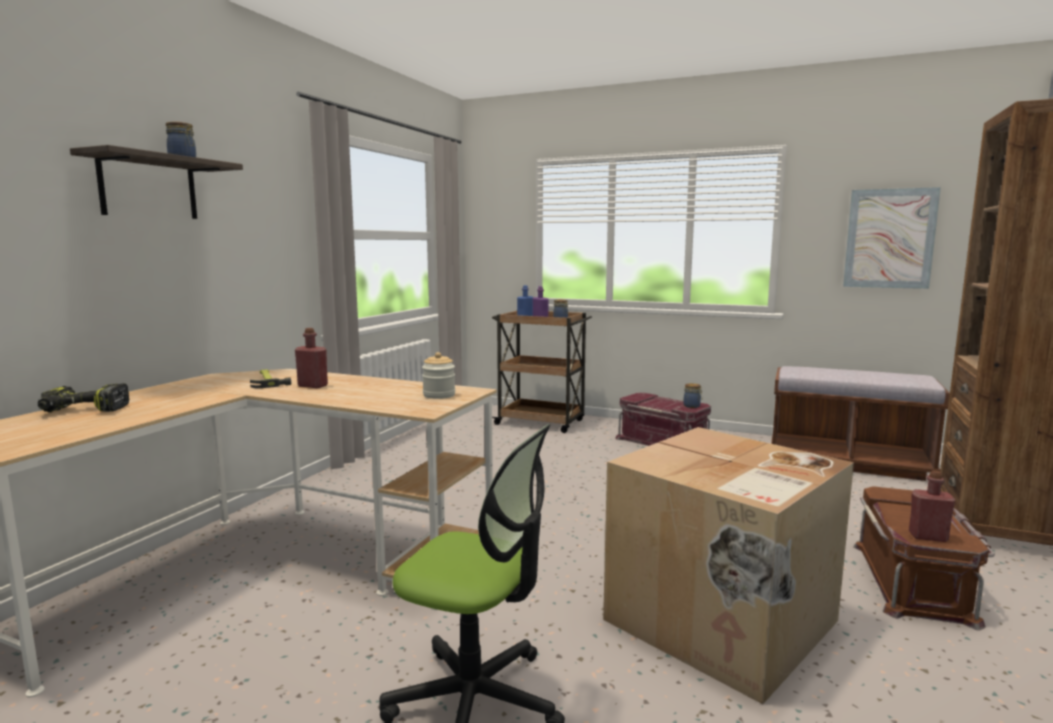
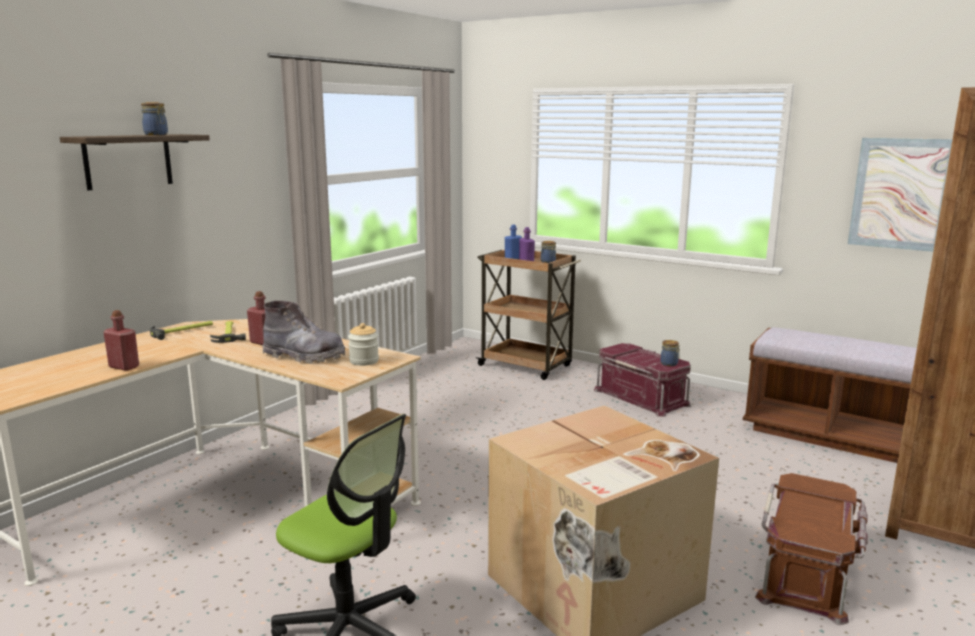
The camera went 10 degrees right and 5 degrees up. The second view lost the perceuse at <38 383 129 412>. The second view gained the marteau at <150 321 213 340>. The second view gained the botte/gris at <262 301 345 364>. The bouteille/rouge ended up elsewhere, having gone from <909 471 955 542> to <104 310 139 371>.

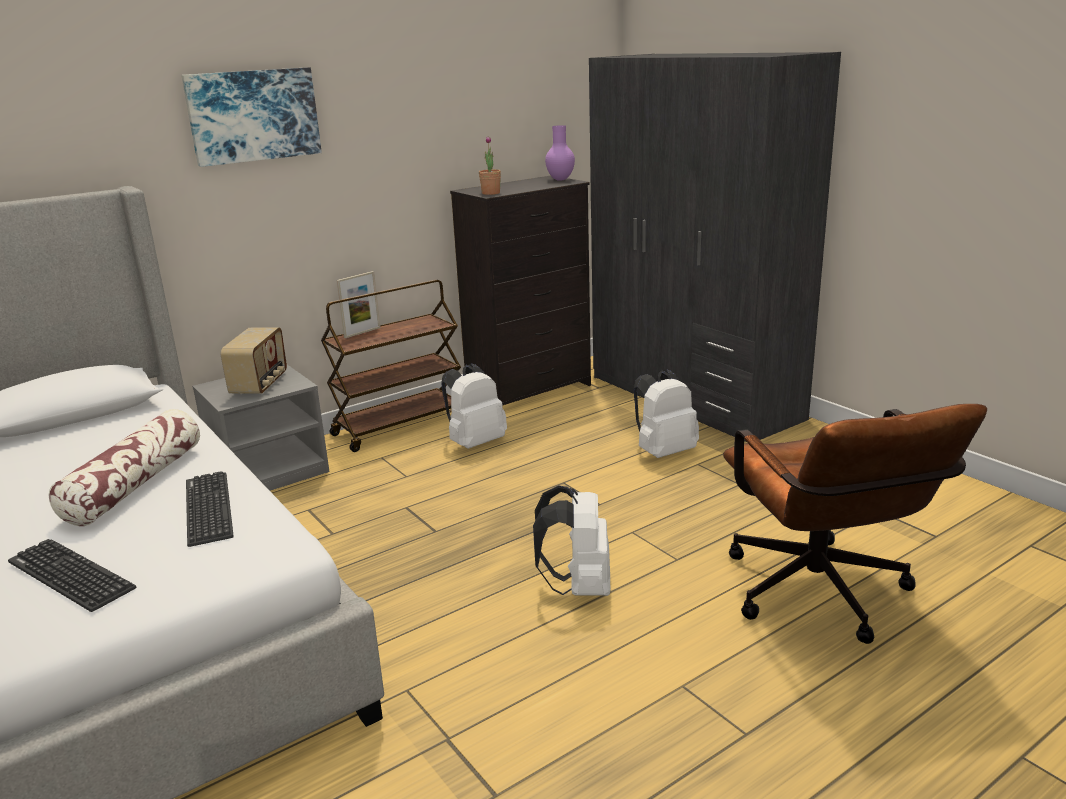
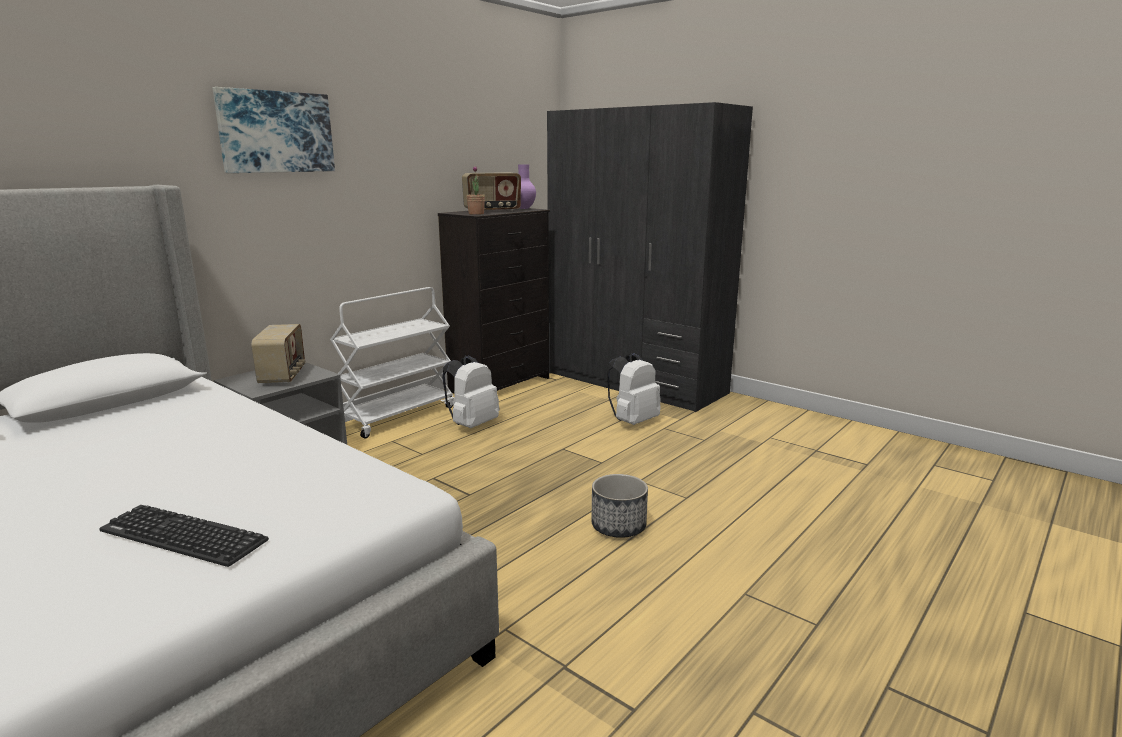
The camera went 15 degrees left and 5 degrees down. The second view lost the coussin at <48 409 200 526>. The second view lost the clavier at <186 471 234 547>. The second view lost the cadre photo at <337 271 380 338>. The second view lost the chaise de bureau/marron at <723 404 987 644>. The second view gained the radio at <462 173 521 212>. Where the sac à dos/blanc stood at <533 486 610 596>, the cache-pot came to stand at <591 474 648 538>. What was the chariot/marron at <321 280 461 452> turned into the chariot/blanc at <330 287 454 439>.

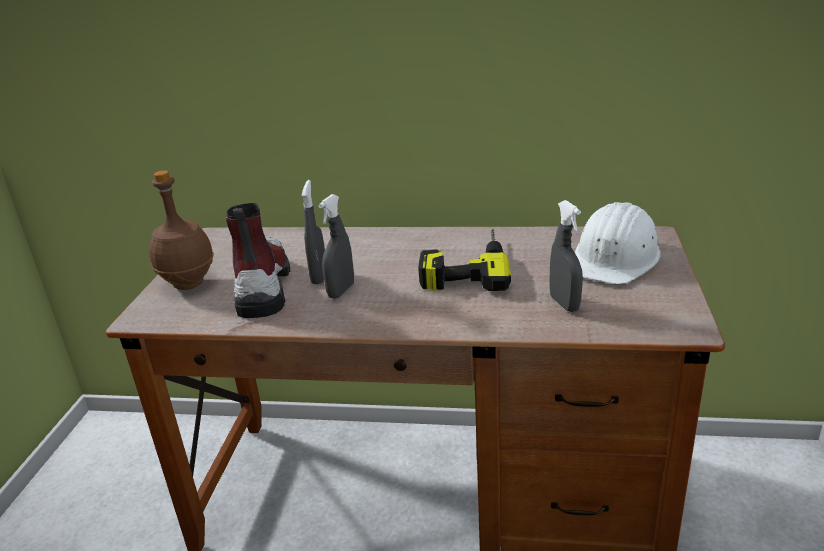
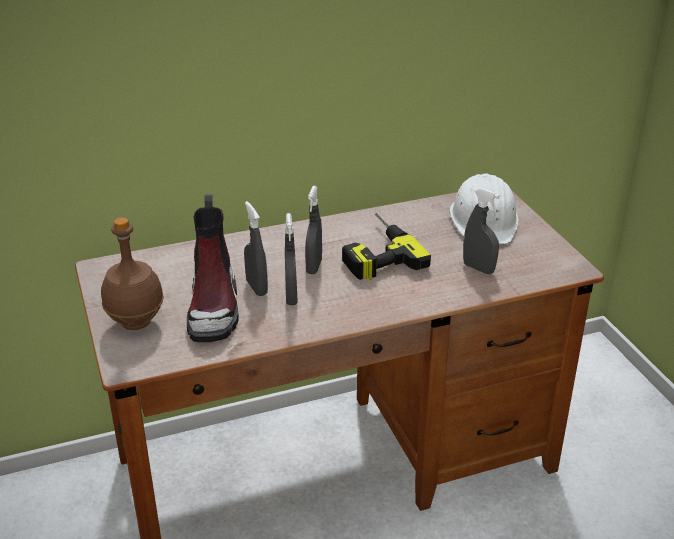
The camera went 30 degrees left and 5 degrees up. The second view gained the vaporisateur/gris at <305 186 322 274>. The botte at <226 203 290 318> ended up facing another way, 150 degrees counterclockwise from before.

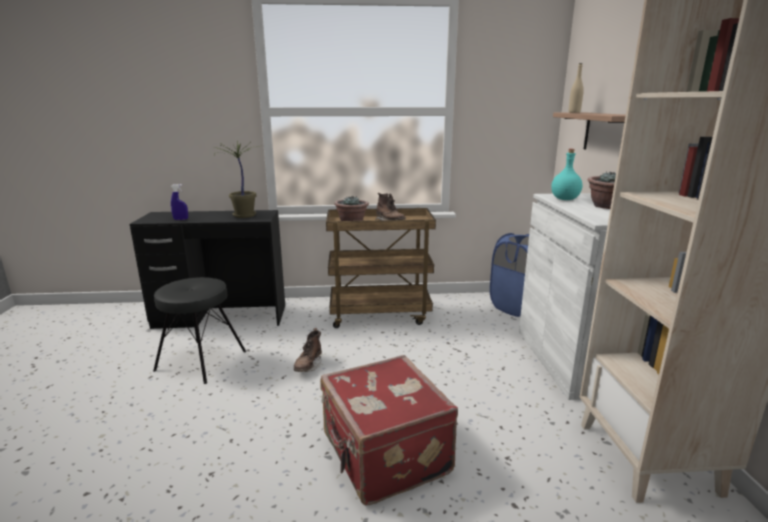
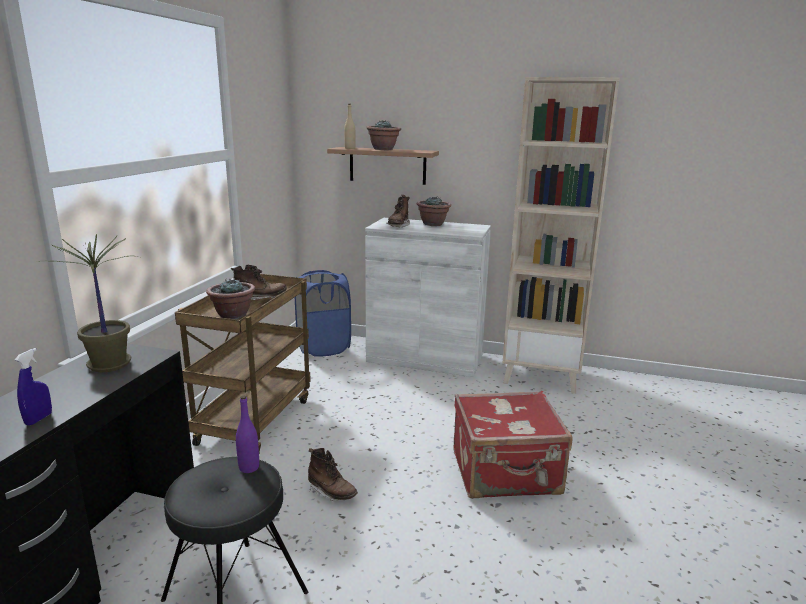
The camera went 70 degrees left and 0 degrees up. The second view gained the bouteille/violet at <236 395 259 473>. The second view gained the plante en pot at <366 120 401 150>. Where the bouteille/turquoise stood at <551 149 582 200>, the botte/marron came to stand at <386 195 410 227>.

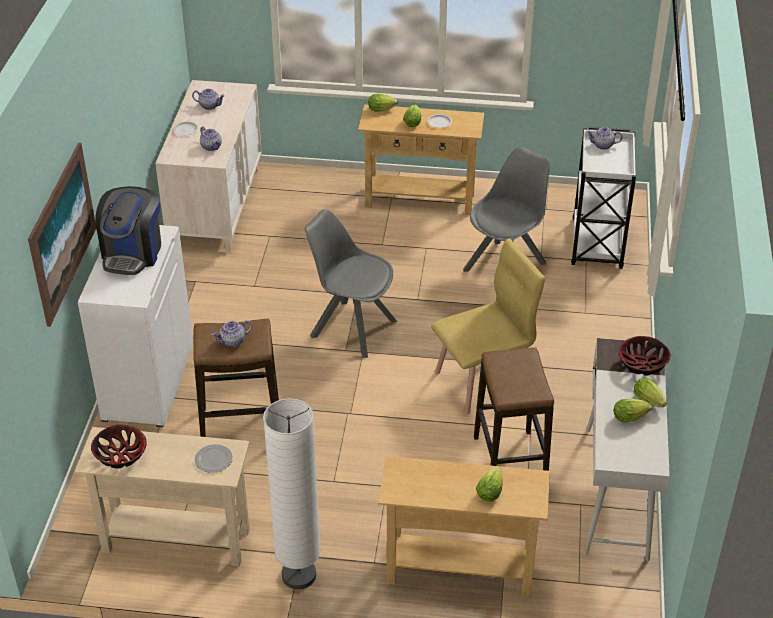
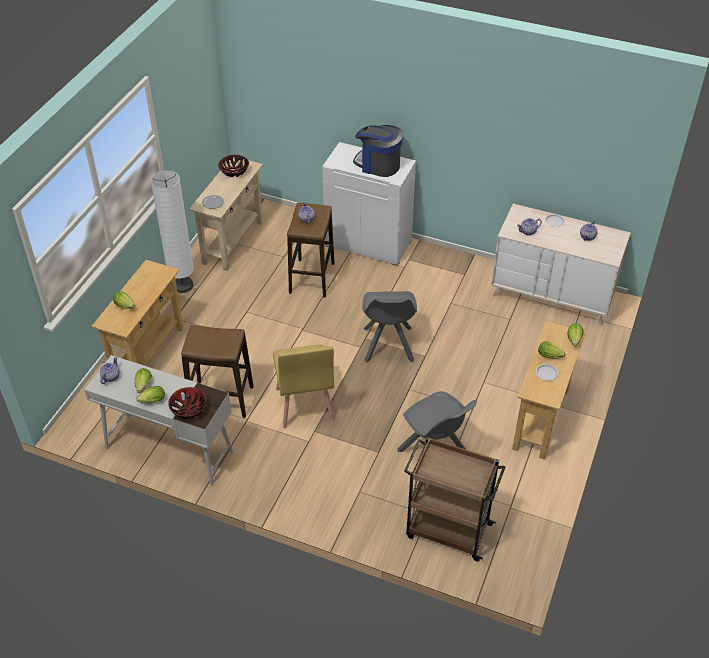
The camera went 105 degrees right and 5 degrees up. The second view lost the tableau at <28 143 96 327>. The théière ended up elsewhere, having gone from <587 127 622 150> to <100 357 120 384>. What was the chariot/blanc at <571 126 636 269> turned into the chariot/marron at <404 437 505 562>. The chaise/gris at <305 209 397 358> ended up facing another way, 135 degrees clockwise from before.

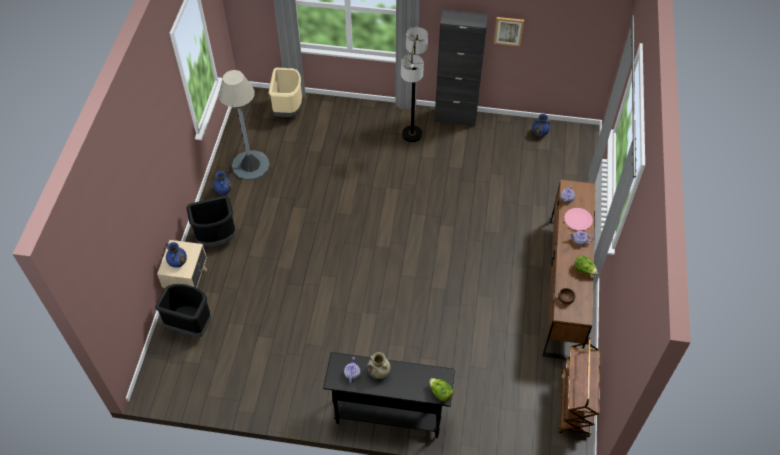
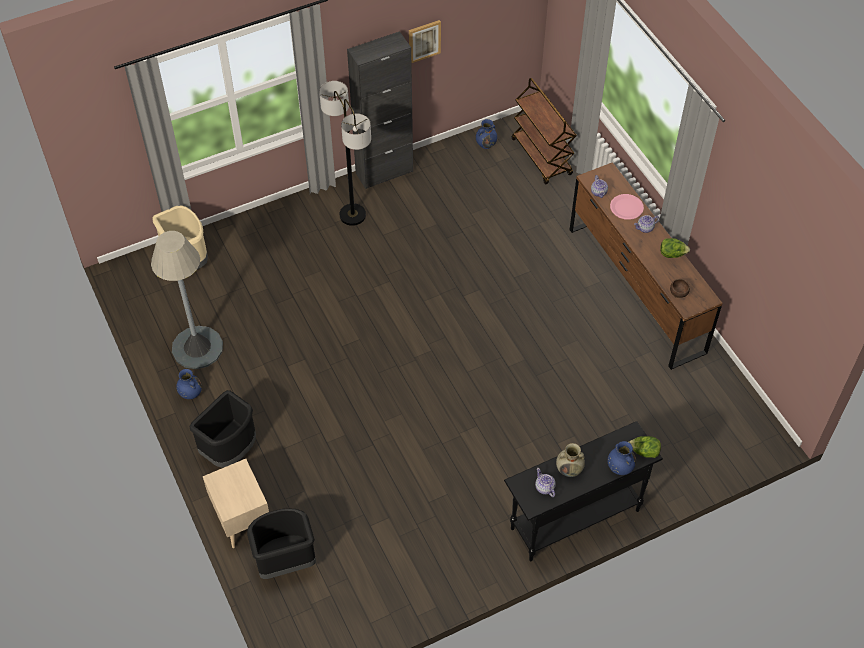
The camera went 35 degrees left and 0 degrees up. The vase/bleu ended up elsewhere, having gone from <166 242 187 268> to <608 441 636 475>. The chariot/marron ended up elsewhere, having gone from <559 338 600 437> to <511 78 576 184>.

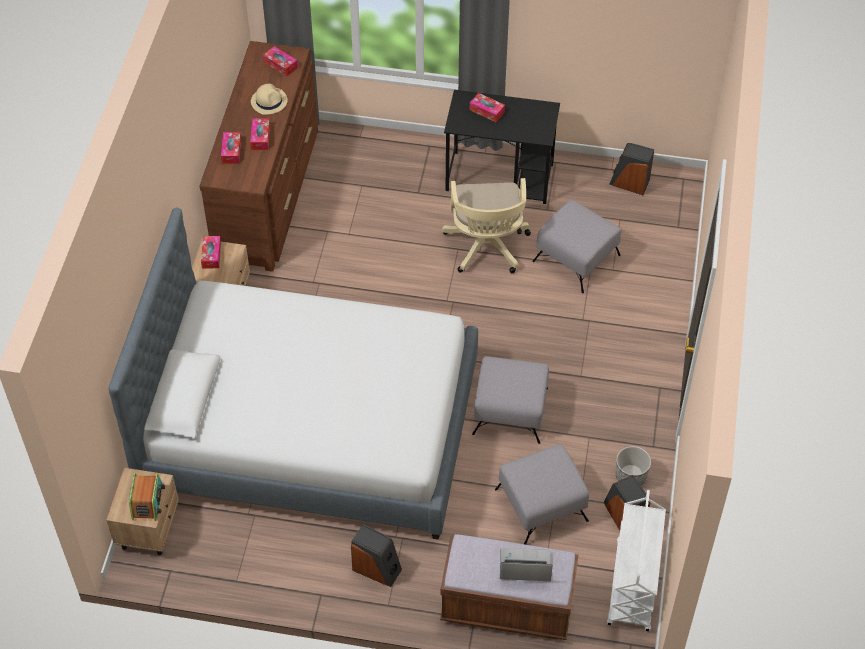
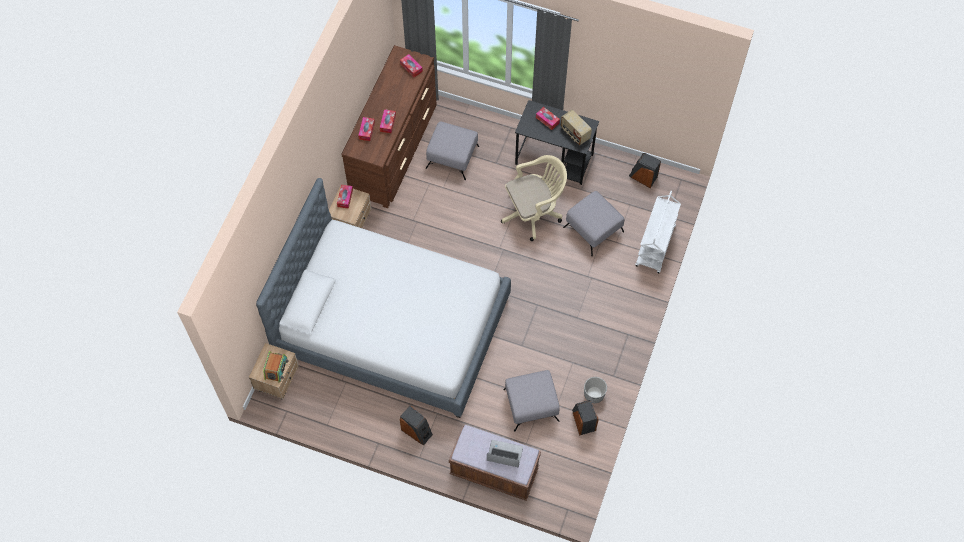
The camera went 10 degrees right and 10 degrees up. The second view lost the chapeau/beige at <251 84 288 115>. The second view gained the radio at <561 110 592 145>. The pouf/gris ended up elsewhere, having gone from <472 356 549 444> to <426 121 479 180>. The chariot/blanc ended up elsewhere, having gone from <607 490 666 631> to <635 191 681 274>. The chaise de bureau/beige at <442 178 531 273> ended up facing another way, 120 degrees counterclockwise from before.

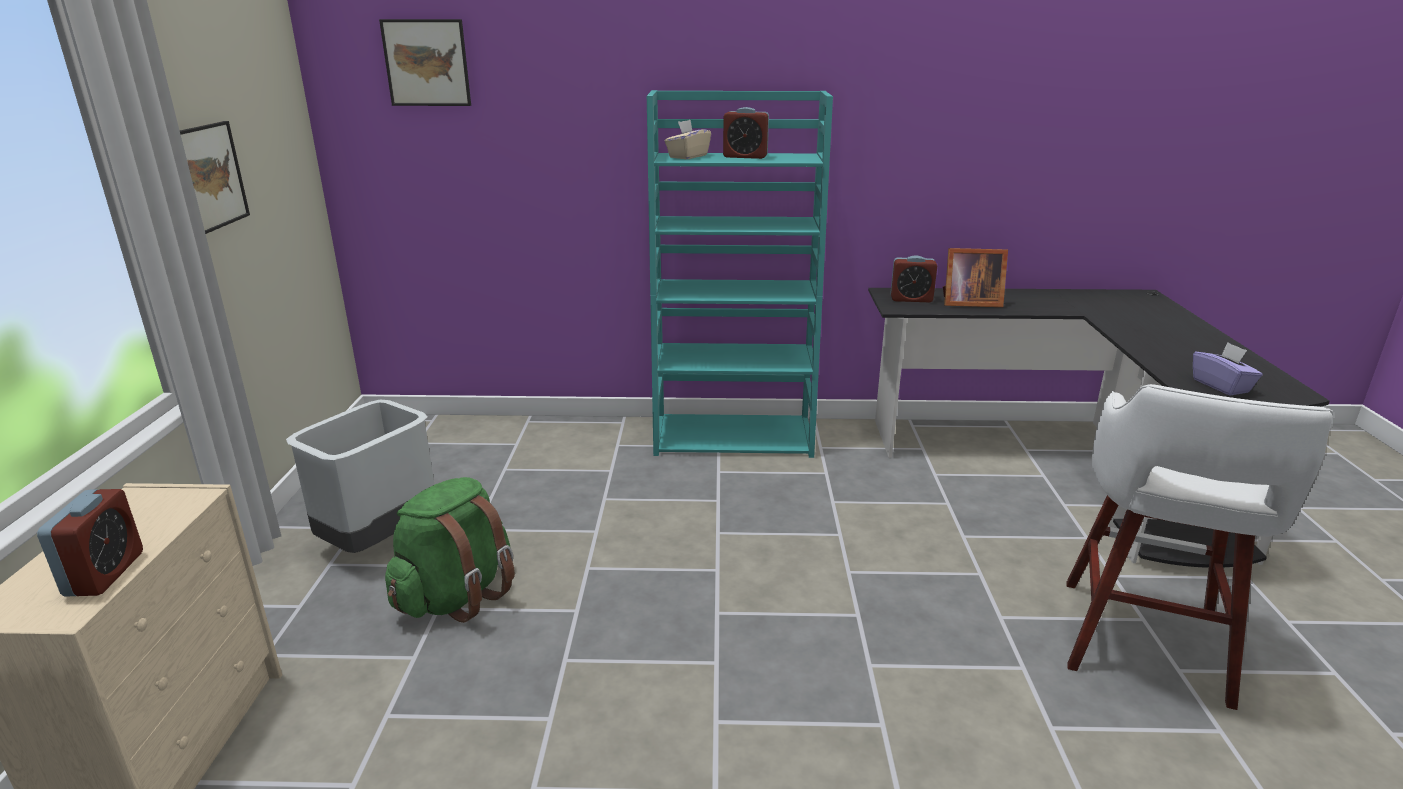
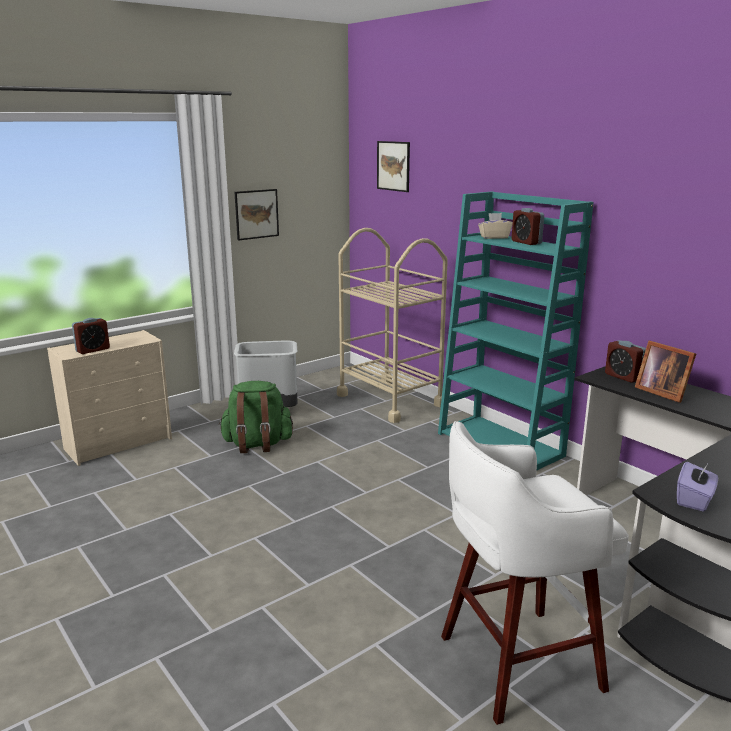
The camera went 50 degrees right and 5 degrees down. The second view gained the chariot/beige at <337 228 448 423>.

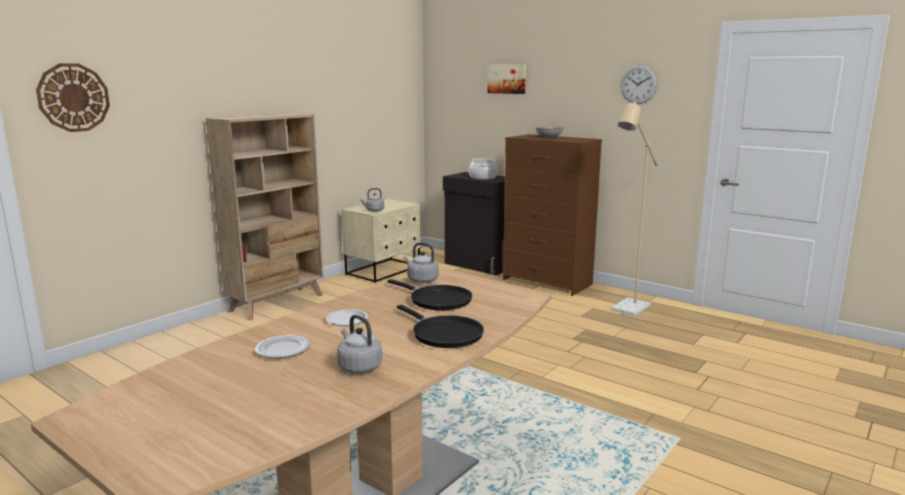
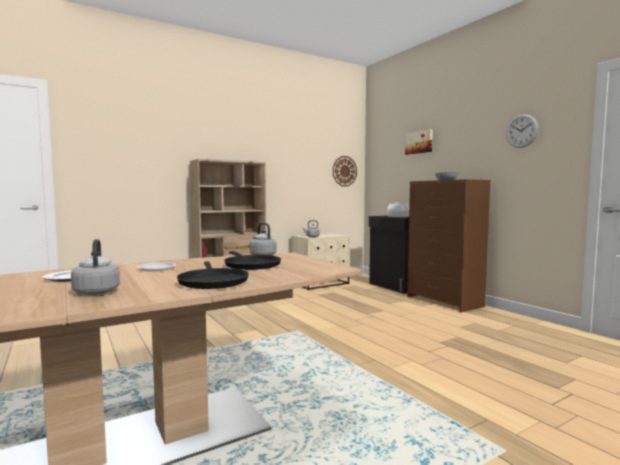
The camera went 20 degrees right and 10 degrees down. The second view lost the lampadaire/beige at <611 101 658 316>. The horloge murale ended up elsewhere, having gone from <36 63 110 132> to <333 156 357 186>.

